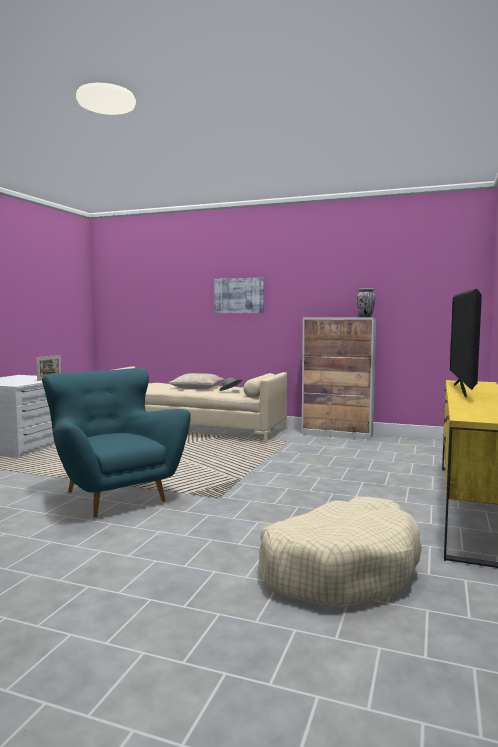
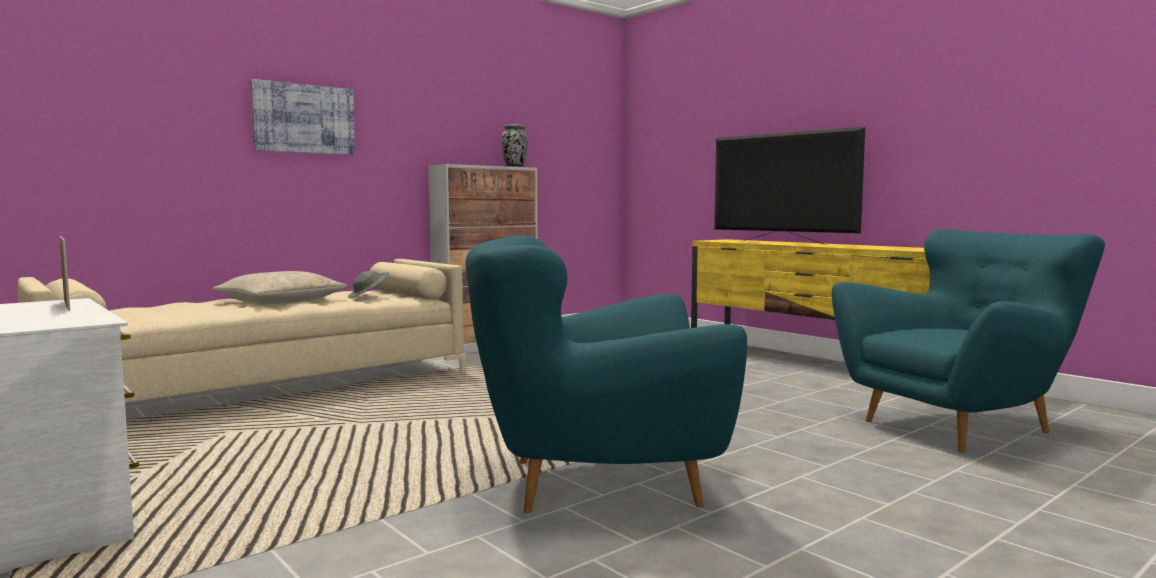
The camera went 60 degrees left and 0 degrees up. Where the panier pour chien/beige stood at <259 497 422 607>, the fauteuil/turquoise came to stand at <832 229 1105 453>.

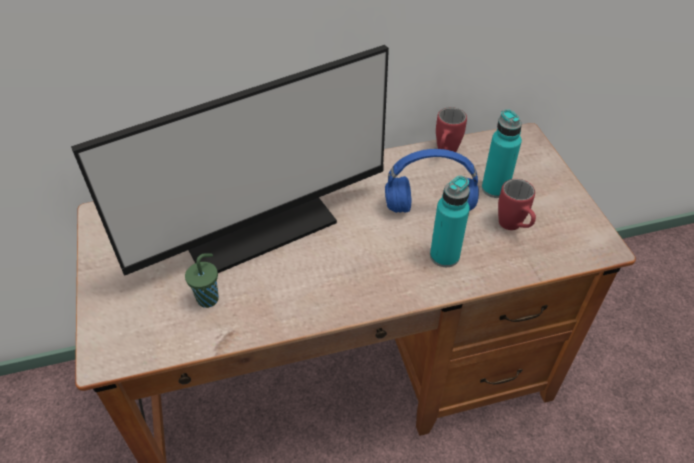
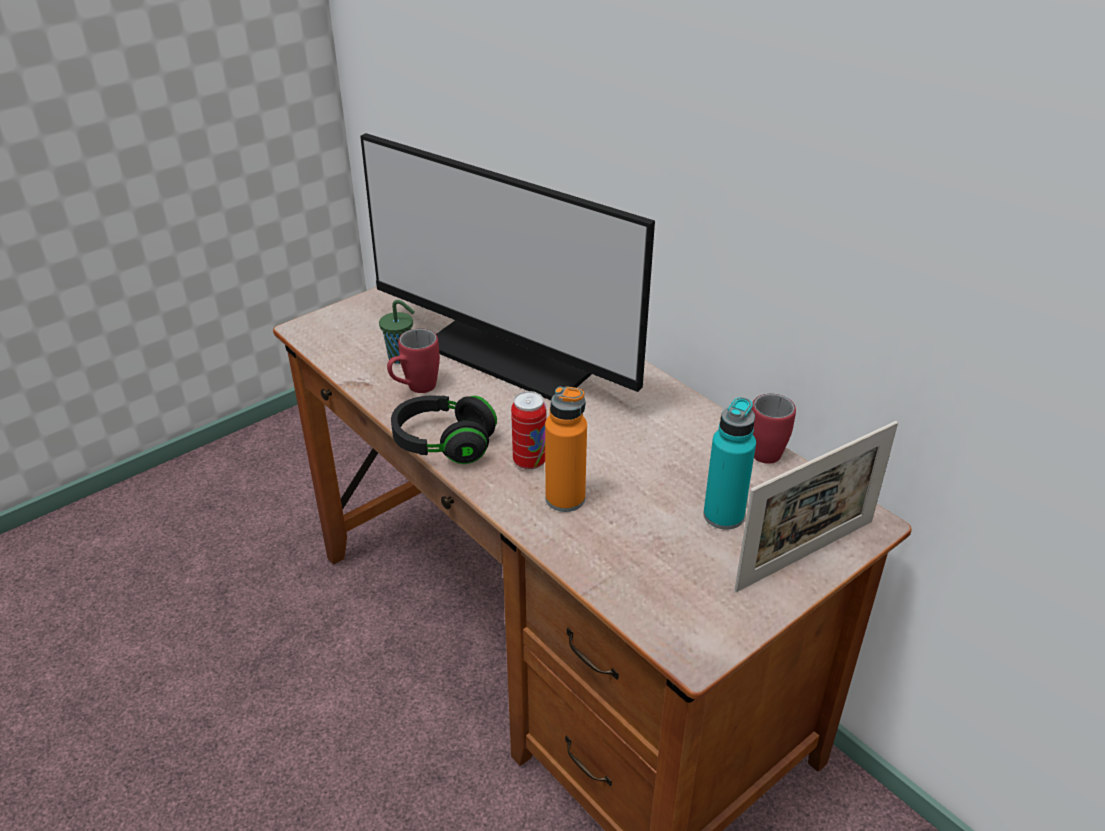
The camera went 65 degrees right and 10 degrees down. The second view lost the casque audio/bleu at <385 149 479 213>. The second view gained the casque audio/noir at <391 395 497 464>. The second view gained the boîte métallique at <511 391 546 470>. The second view gained the cadre photo at <734 421 898 592>. The mug/rouge ended up elsewhere, having gone from <498 179 536 230> to <387 328 440 393>. What was the bouteille/turquoise at <430 176 470 267> turned into the bouteille/orange at <545 386 587 512>.

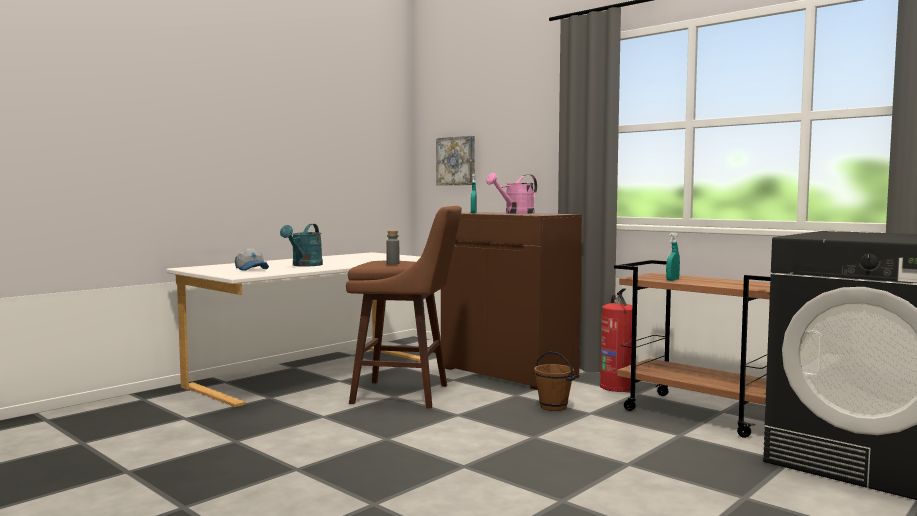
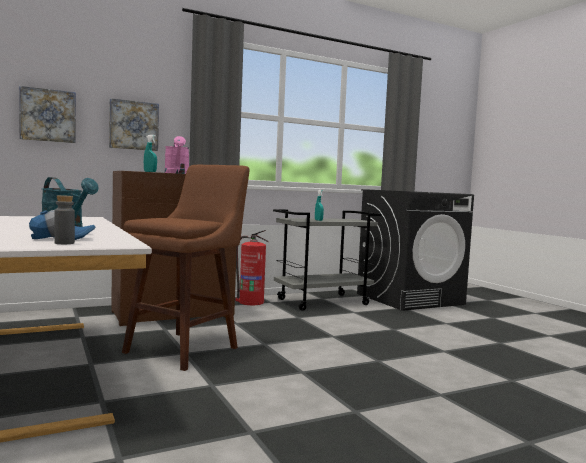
The camera went 70 degrees left and 0 degrees up. The second view lost the seau/marron at <534 351 575 411>. The second view gained the tableau at <109 98 159 151>. The bouteille/gris ended up elsewhere, having gone from <386 230 399 264> to <54 195 75 244>. What was the chariot/marron at <614 260 771 438> turned into the chariot/gris at <273 209 382 311>.

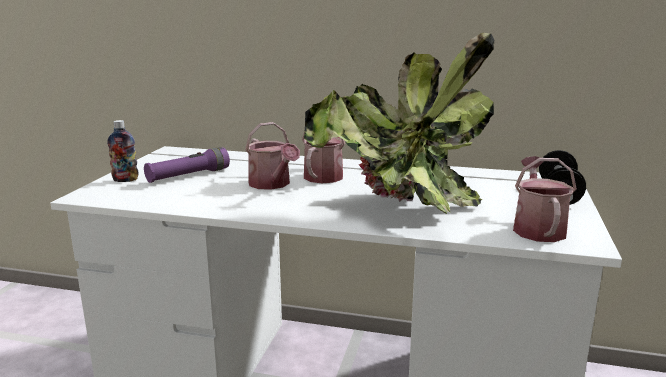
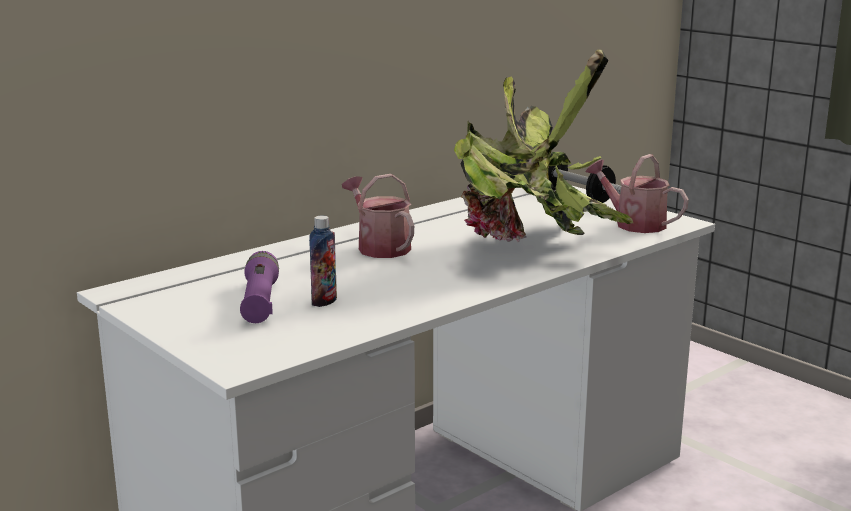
The camera went 55 degrees left and 0 degrees up. The second view lost the arrosoir at <245 122 300 190>. The bouteille ended up elsewhere, having gone from <107 120 139 182> to <309 216 337 307>.

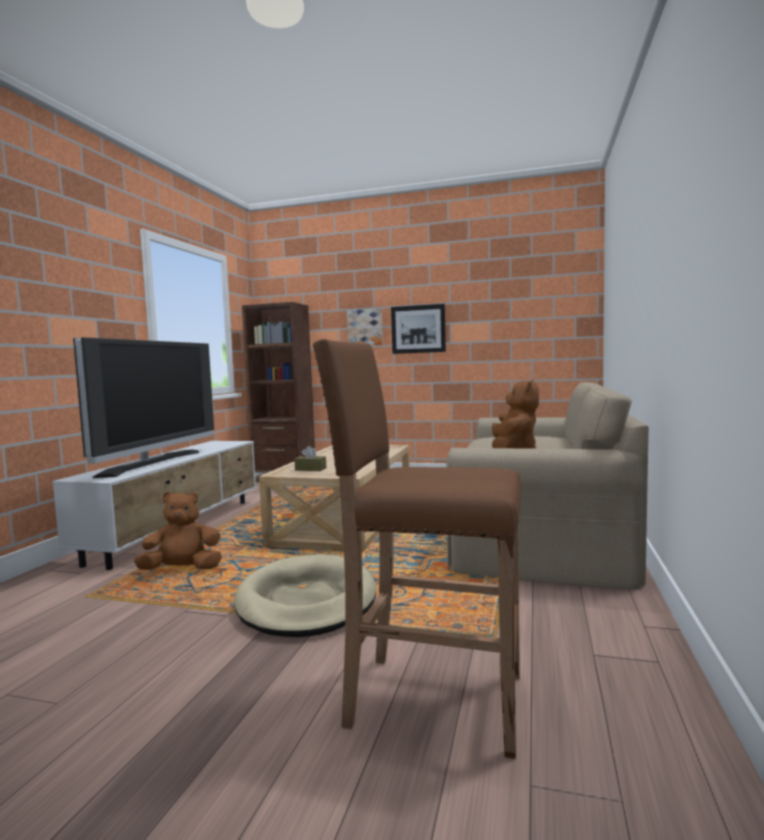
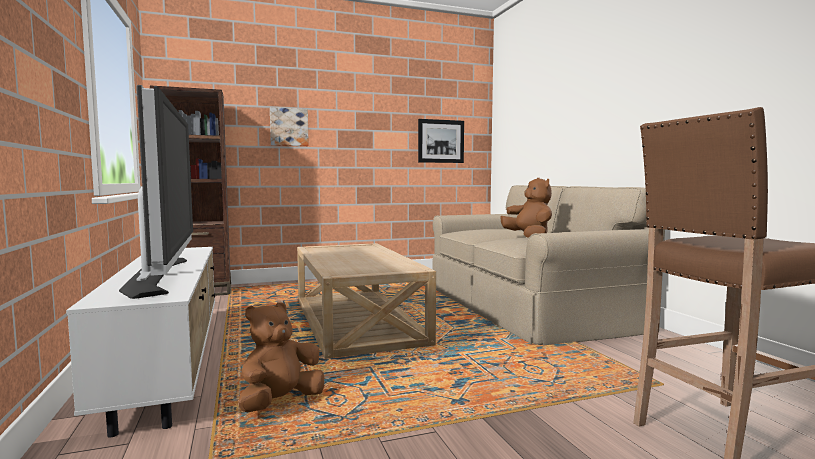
The camera went 35 degrees left and 0 degrees up. The second view lost the panier pour chien/beige at <234 554 377 637>. The second view lost the boîte à mouchoirs/marron at <294 446 326 471>. The tableau ended up elsewhere, having gone from <391 304 446 354> to <418 119 464 163>.

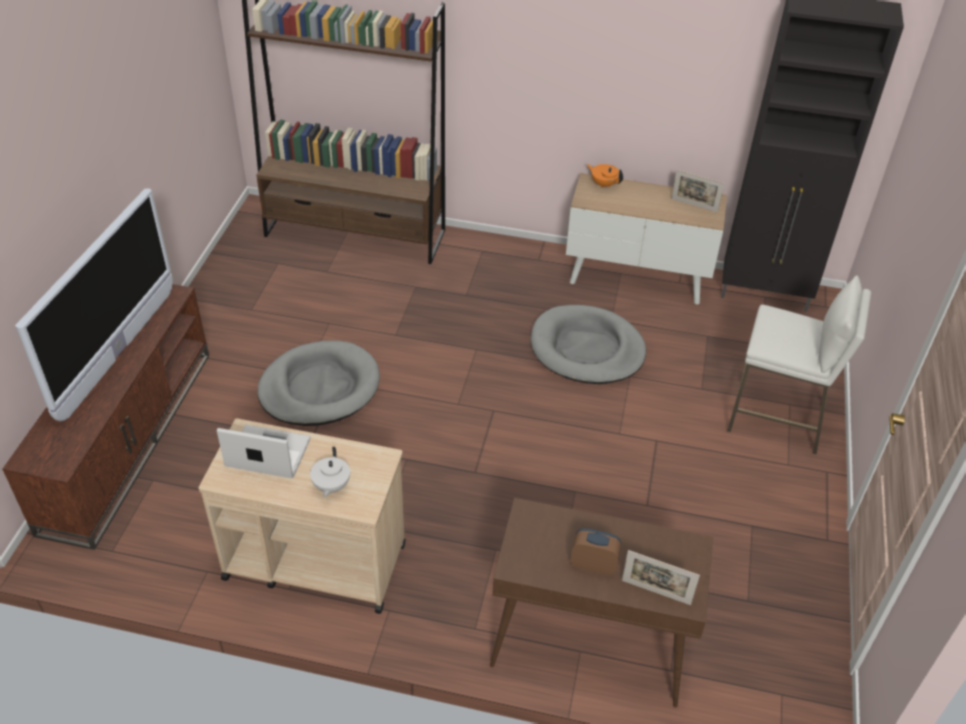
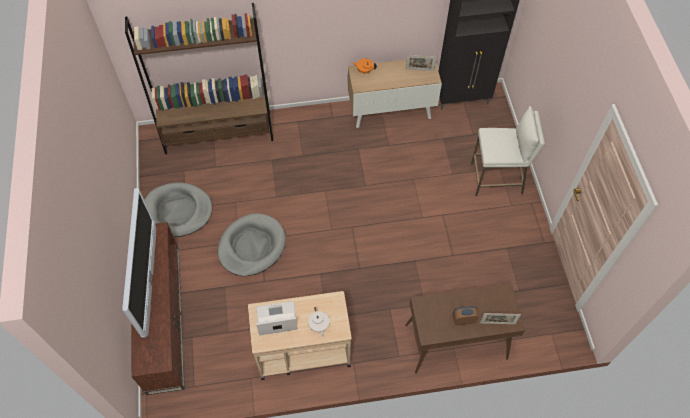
The camera went 20 degrees left and 15 degrees up. The panier pour chien/gris ended up elsewhere, having gone from <531 305 646 384> to <144 182 212 237>.

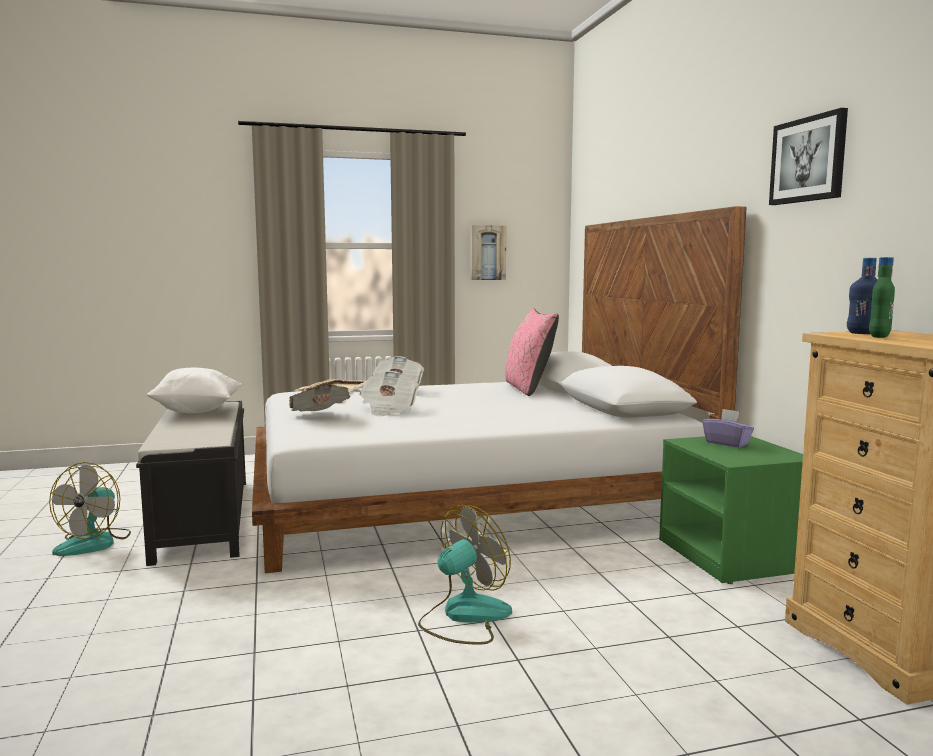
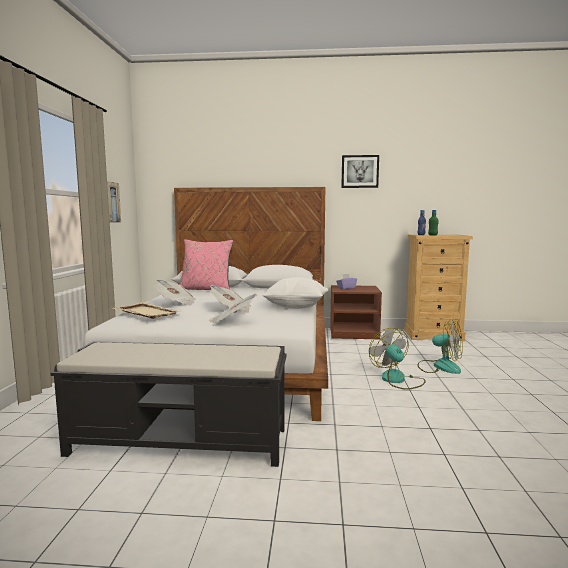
The camera went 70 degrees left and 0 degrees up. The ventilateur ended up elsewhere, having gone from <49 462 131 556> to <418 319 463 374>. The coussin/blanc ended up elsewhere, having gone from <147 368 242 413> to <263 277 328 309>. What was the table de chevet/vert at <659 436 803 584> turned into the table de chevet/marron at <330 285 382 340>.

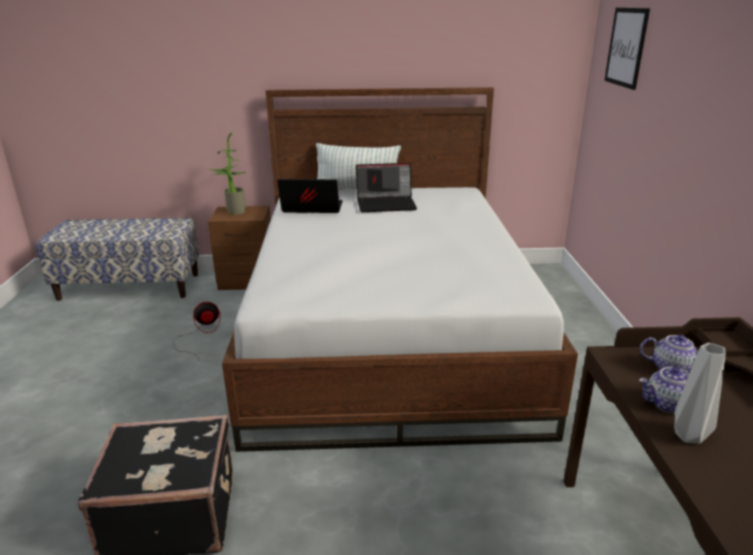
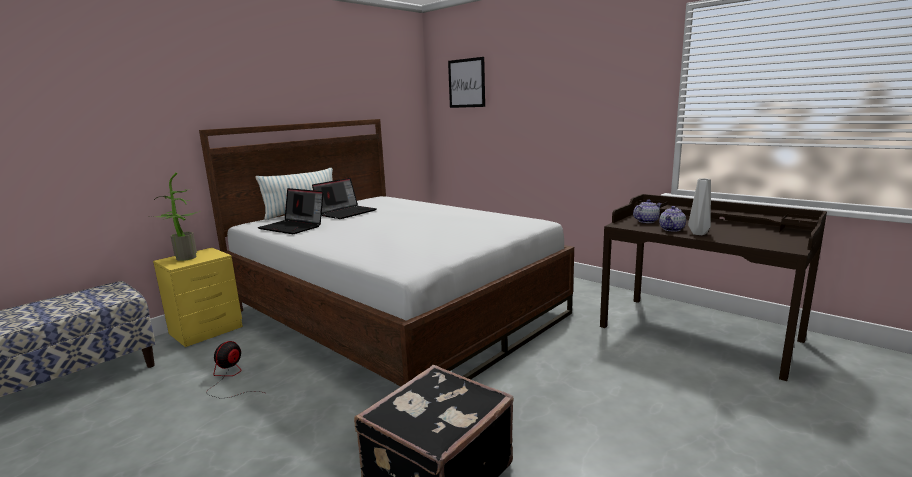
The camera went 45 degrees left and 10 degrees down. What was the table de chevet/marron at <208 206 271 290> turned into the table de chevet/jaune at <153 248 243 347>. The ordinateur portable at <277 179 343 213> ended up facing another way, 105 degrees counterclockwise from before.

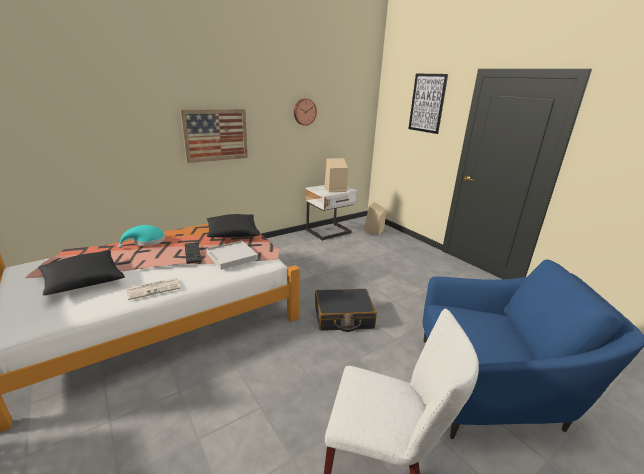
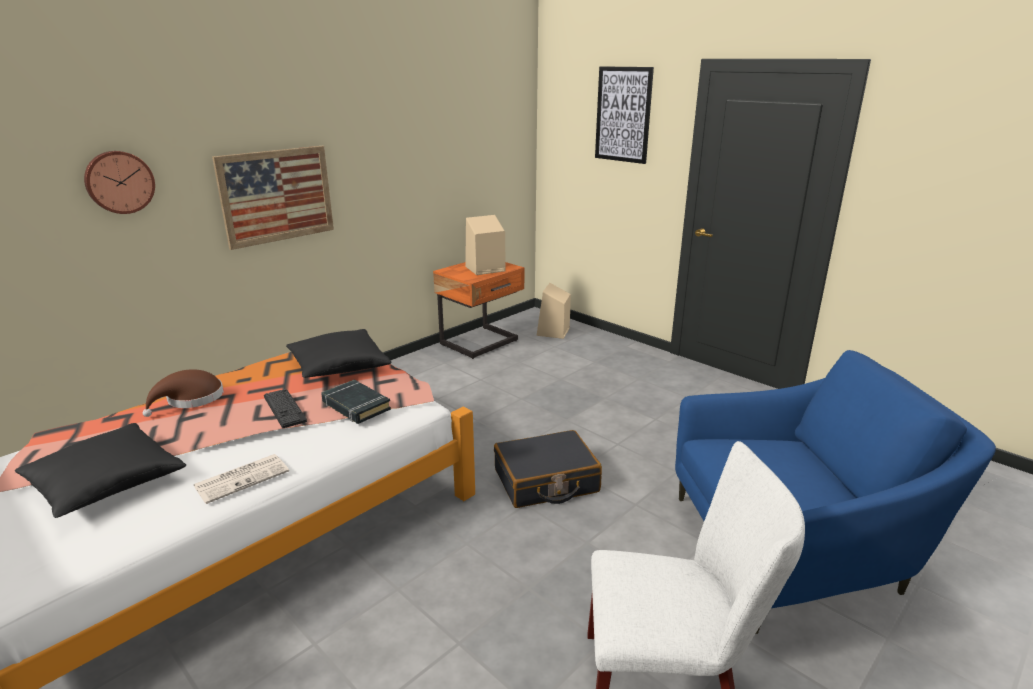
The camera went 10 degrees left and 0 degrees up. The horloge murale ended up elsewhere, having gone from <294 98 317 126> to <84 151 155 214>. Where the plateau/blanc stood at <206 241 258 270>, the livre/noir came to stand at <321 380 391 424>. What was the chapeau/turquoise at <118 225 165 248> turned into the chapeau/marron at <143 369 224 417>. What was the table de chevet/blanc at <305 185 359 241> turned into the table de chevet/orange at <433 262 525 359>.

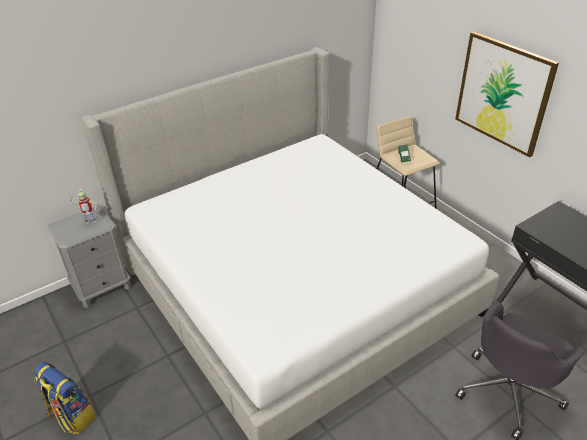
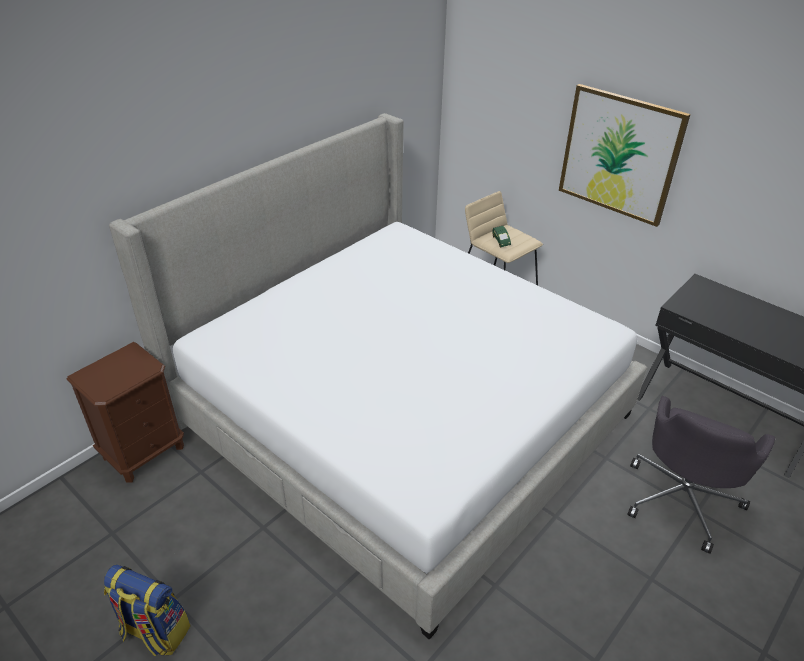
The camera went 15 degrees left and 0 degrees up. The second view lost the robot jouet at <69 188 98 223>. What was the table de chevet/gris at <47 205 131 308> turned into the table de chevet/marron at <67 342 184 483>.

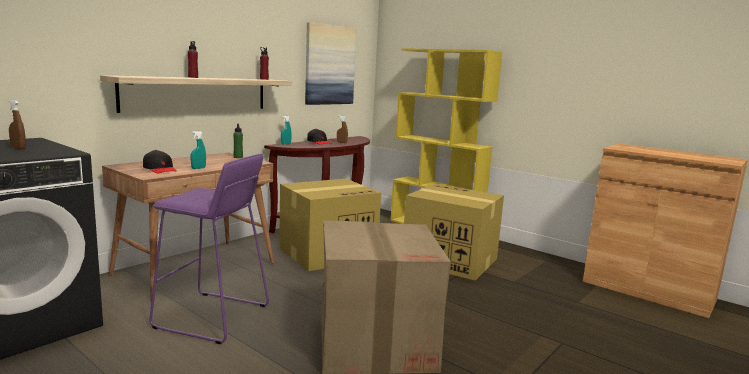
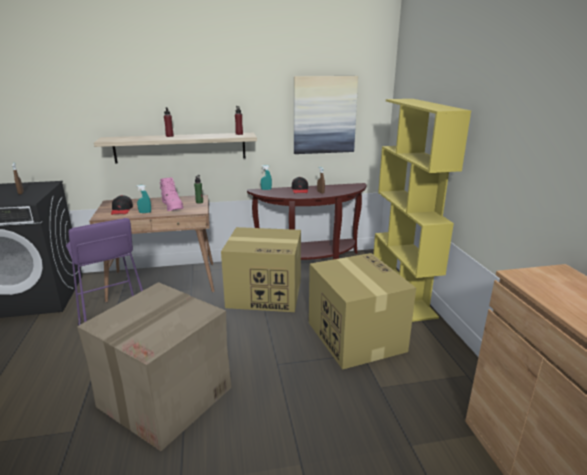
The camera went 40 degrees right and 10 degrees up. The second view gained the botte/rose at <159 177 184 211>.

